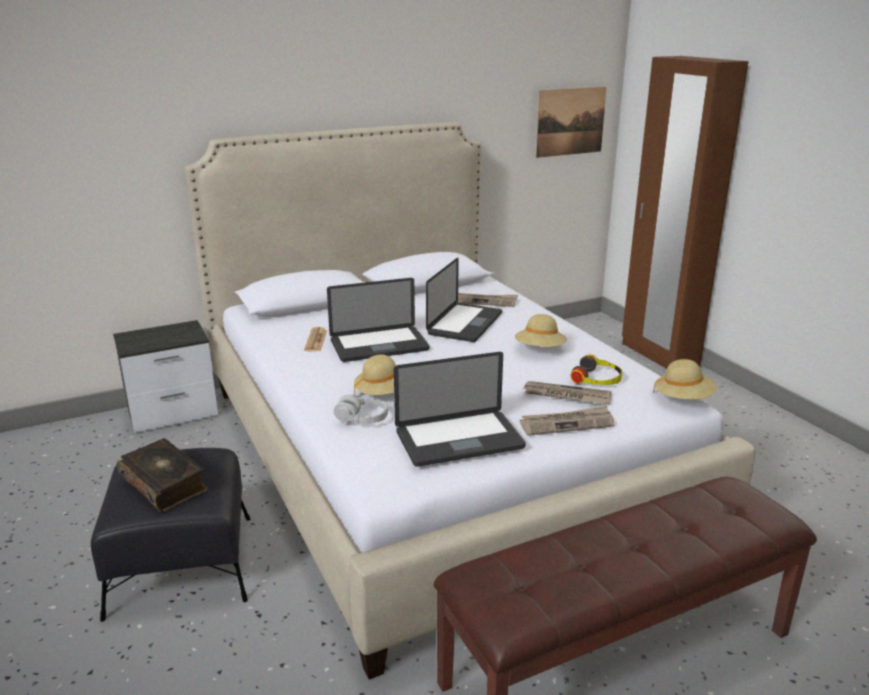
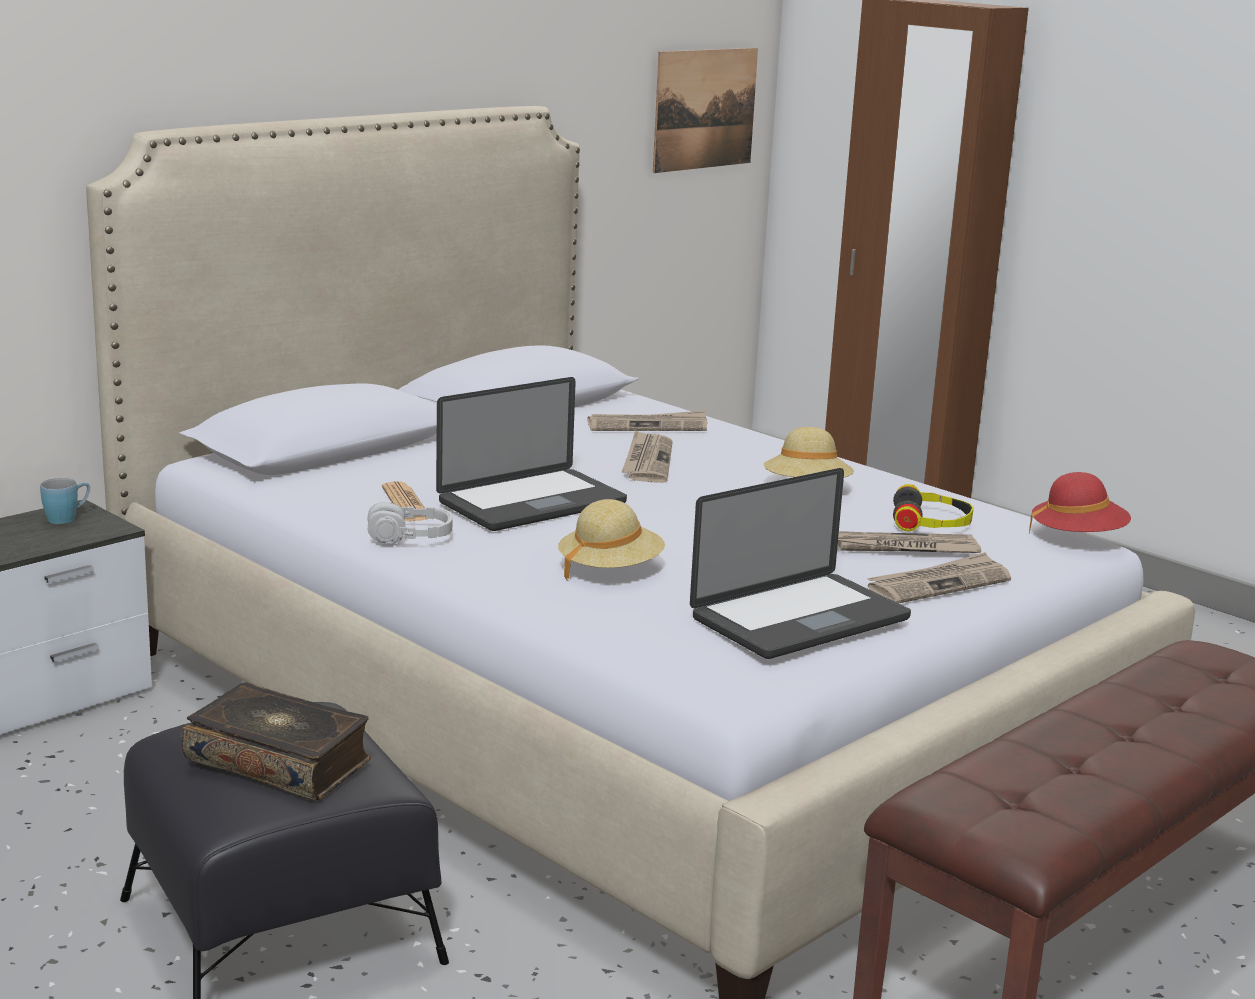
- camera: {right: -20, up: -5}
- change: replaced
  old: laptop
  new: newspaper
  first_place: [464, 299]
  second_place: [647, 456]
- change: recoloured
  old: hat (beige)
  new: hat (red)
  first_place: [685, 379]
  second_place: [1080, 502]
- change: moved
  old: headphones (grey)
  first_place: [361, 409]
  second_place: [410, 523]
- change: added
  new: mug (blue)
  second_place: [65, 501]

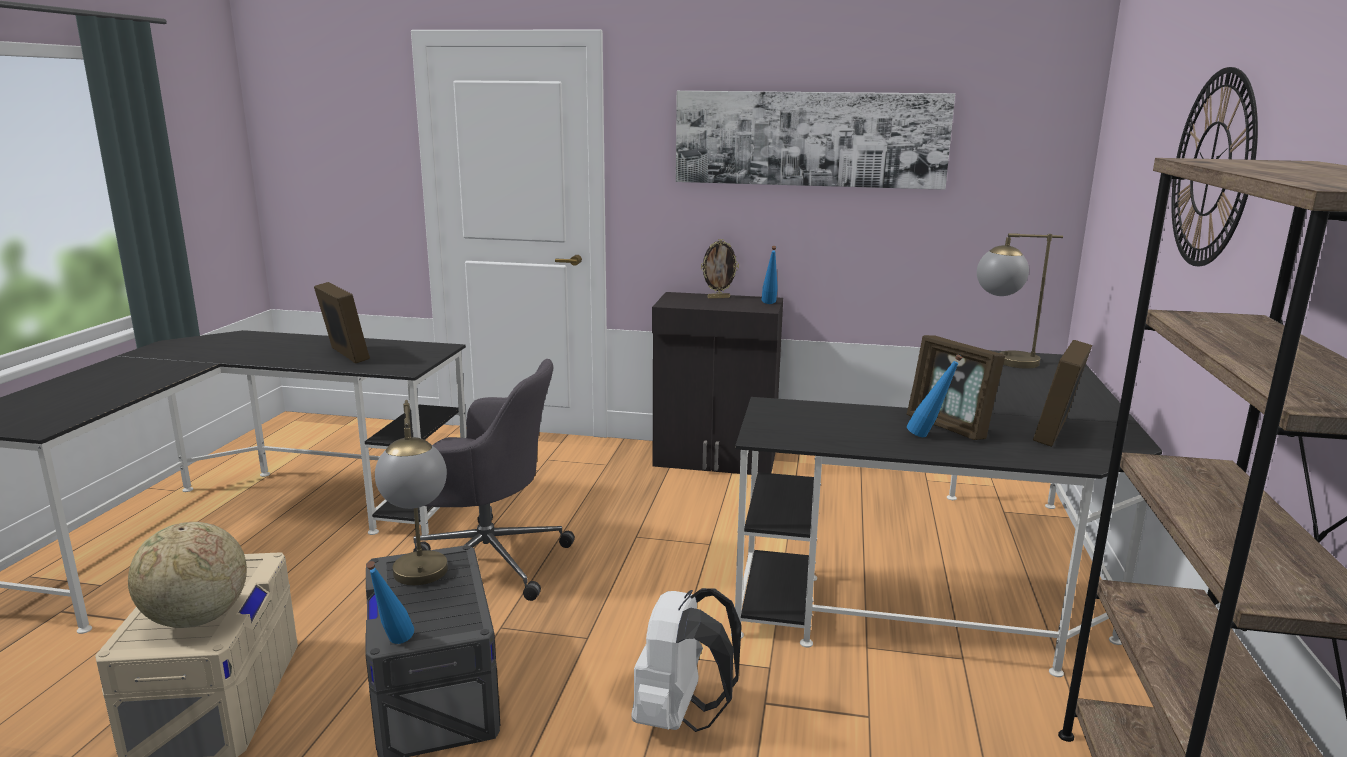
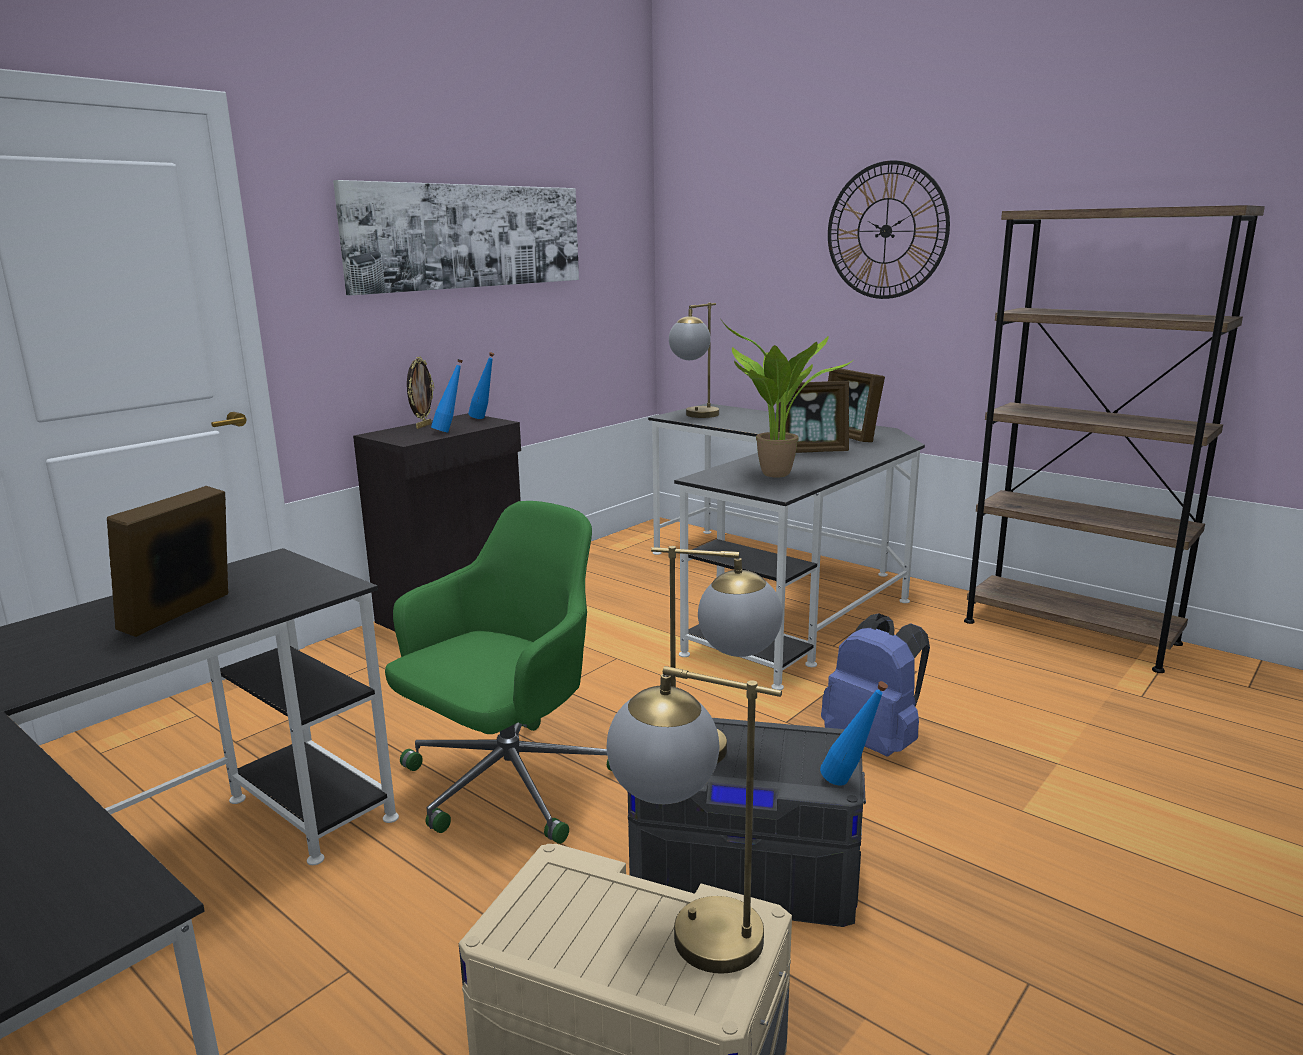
- camera: {right: -60, up: 0}
- change: turned
  old: picture frame
  first_place: [342, 323]
  second_place: [167, 561]
  degrees: -60
- change: moved
  old: bottle (blue)
  first_place: [935, 395]
  second_place: [447, 395]
- change: recoloured
  old: office chair (grey)
  new: office chair (green)
  first_place: [494, 480]
  second_place: [498, 672]
- change: replaced
  old: globe
  new: table lamp
  first_place: [187, 575]
  second_place: [694, 819]
- change: recoloured
  old: backpack (white)
  new: backpack (blue)
  first_place: [686, 660]
  second_place: [875, 684]
- change: added
  new: potted plant
  second_place: [786, 397]

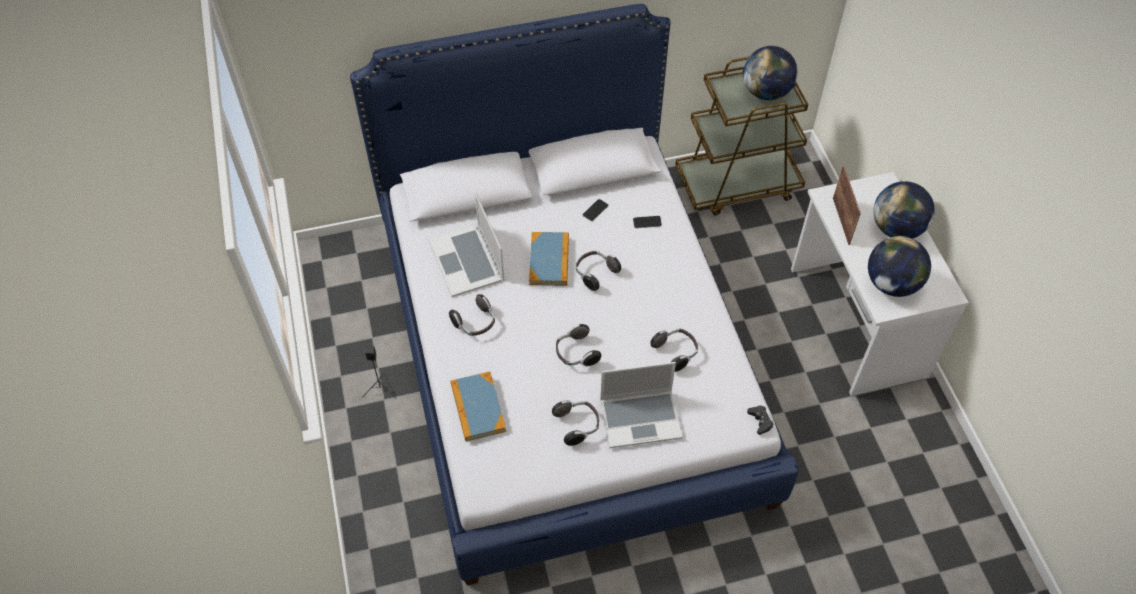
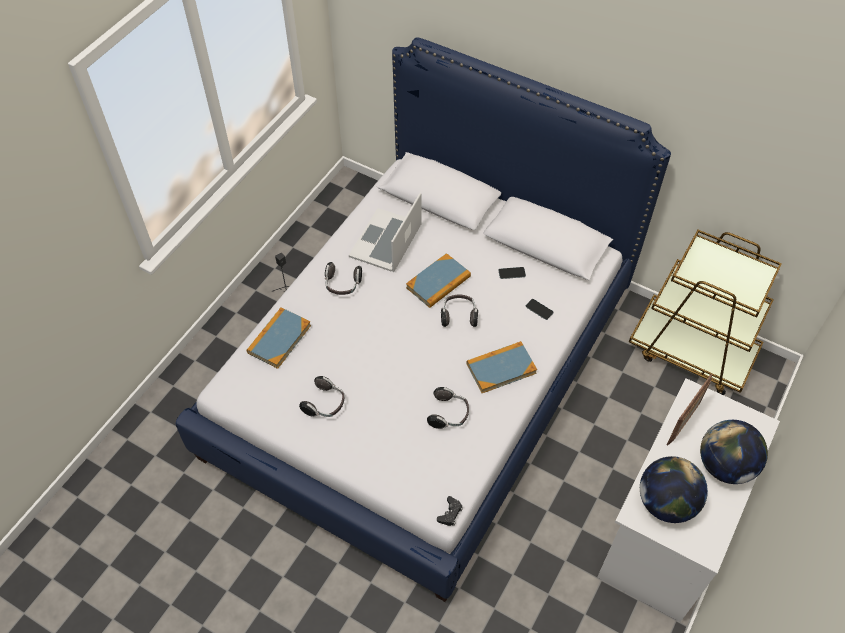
- camera: {right: 45, up: 0}
- change: removed
  old: globe
  first_place: [770, 73]
- change: removed
  old: headphones
  first_place: [578, 345]
- change: removed
  old: laptop
  first_place: [641, 405]
- change: added
  new: book
  second_place: [501, 367]

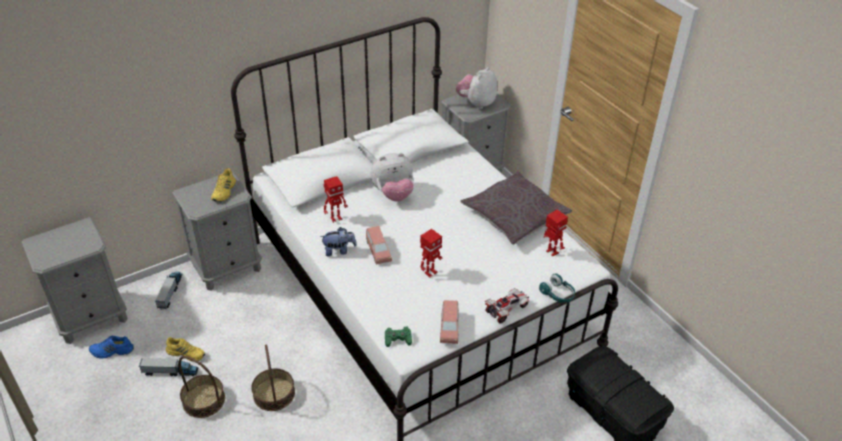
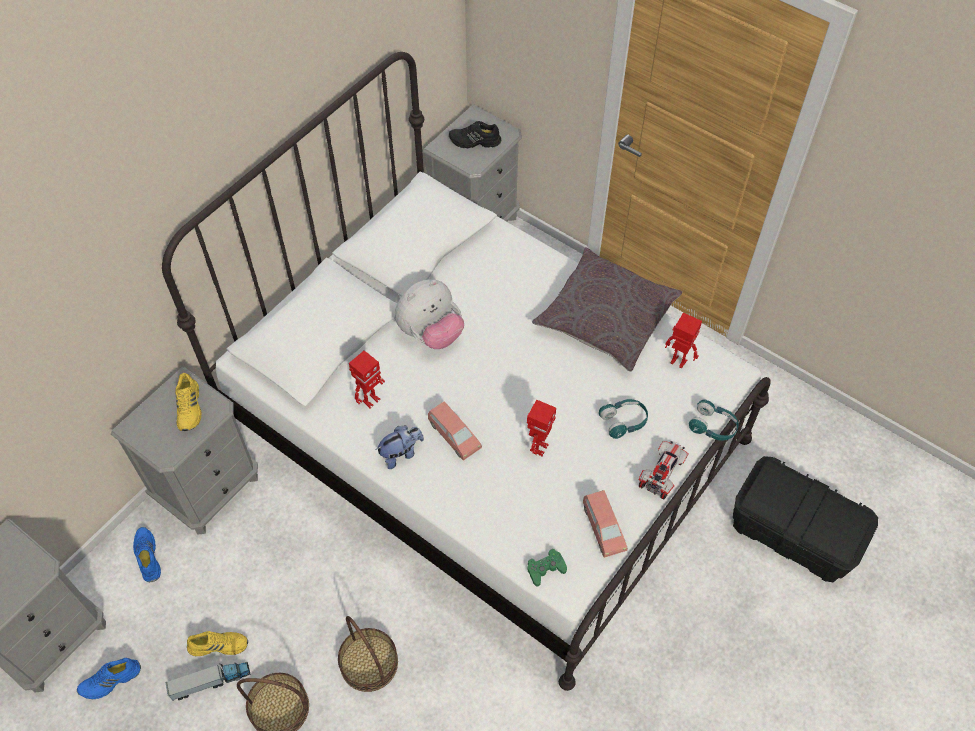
- camera: {right: -20, up: 15}
- change: replaced
  old: plush toy
  new: shoe (black)
  first_place: [477, 88]
  second_place: [475, 134]
- change: replaced
  old: toy truck
  new: shoe (blue)
  first_place: [168, 291]
  second_place: [147, 554]
- change: added
  new: headphones (turquoise)
  second_place: [623, 419]

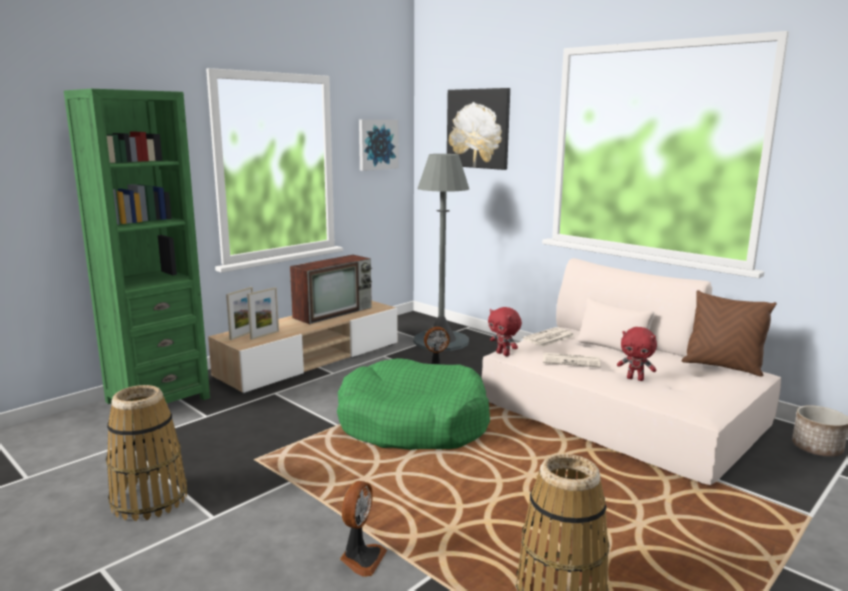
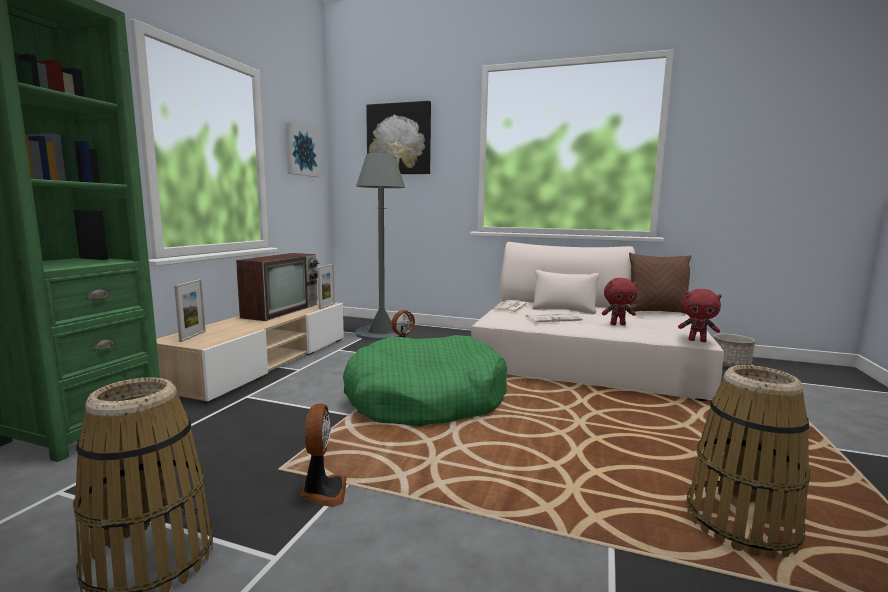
- camera: {right: -25, up: -5}
- change: moved
  old: picture frame
  first_place: [263, 313]
  second_place: [326, 286]
- change: moved
  old: plush toy (red)
  first_place: [505, 331]
  second_place: [700, 315]
- change: moved
  old: fan
  first_place: [363, 529]
  second_place: [323, 455]

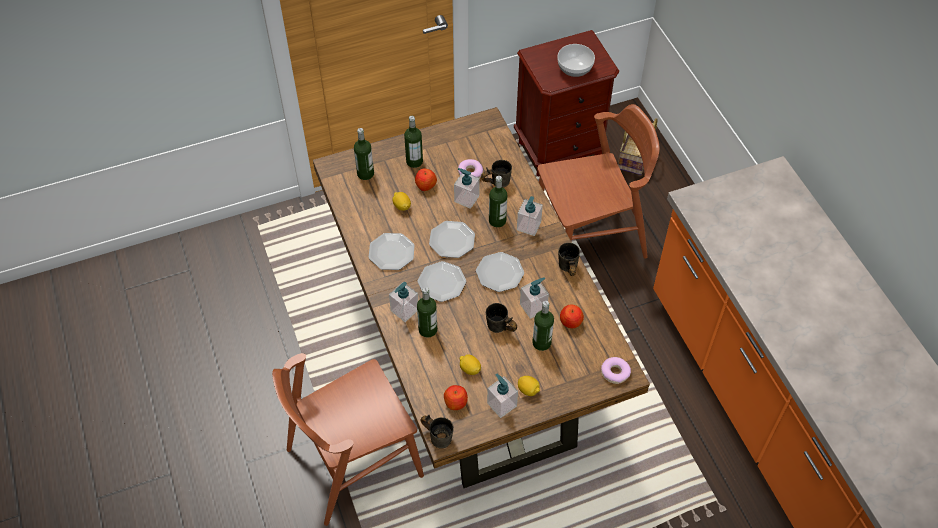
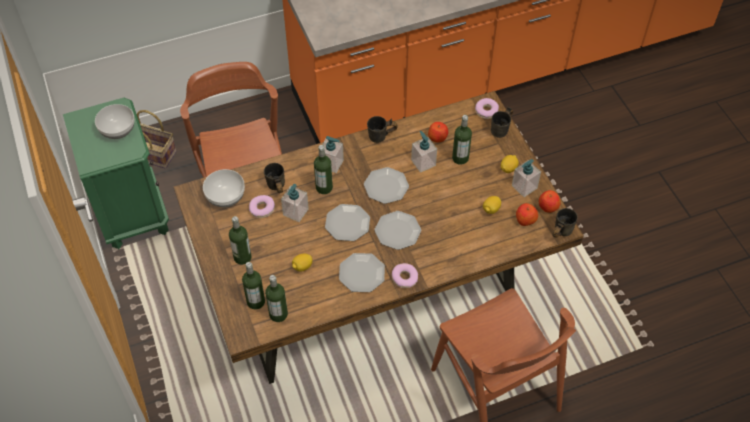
- camera: {right: -90, up: 0}
- change: recoloured
  old: nightstand (brown)
  new: nightstand (green)
  first_place: [566, 103]
  second_place: [116, 173]
- change: moved
  old: apple
  first_place: [426, 180]
  second_place: [550, 201]
- change: removed
  old: soap dispenser
  first_place: [403, 302]
- change: moved
  old: bottle
  first_place: [427, 312]
  second_place: [276, 298]
- change: moved
  old: mug (grey)
  first_place: [501, 318]
  second_place: [502, 122]
- change: added
  new: bowl
  second_place: [224, 188]
- change: added
  new: donut
  second_place: [405, 275]

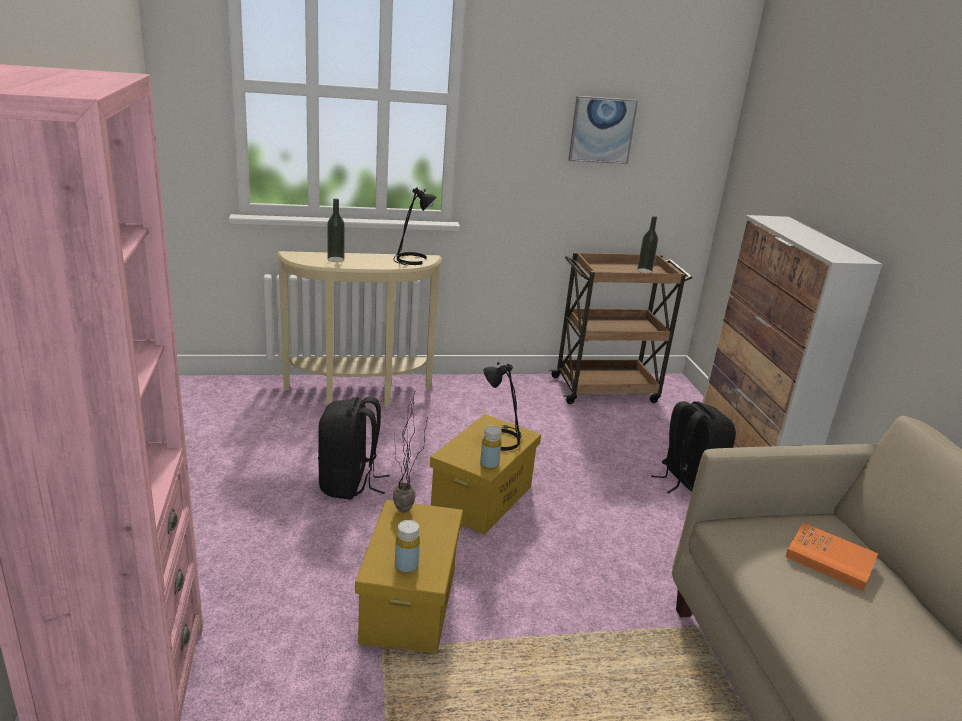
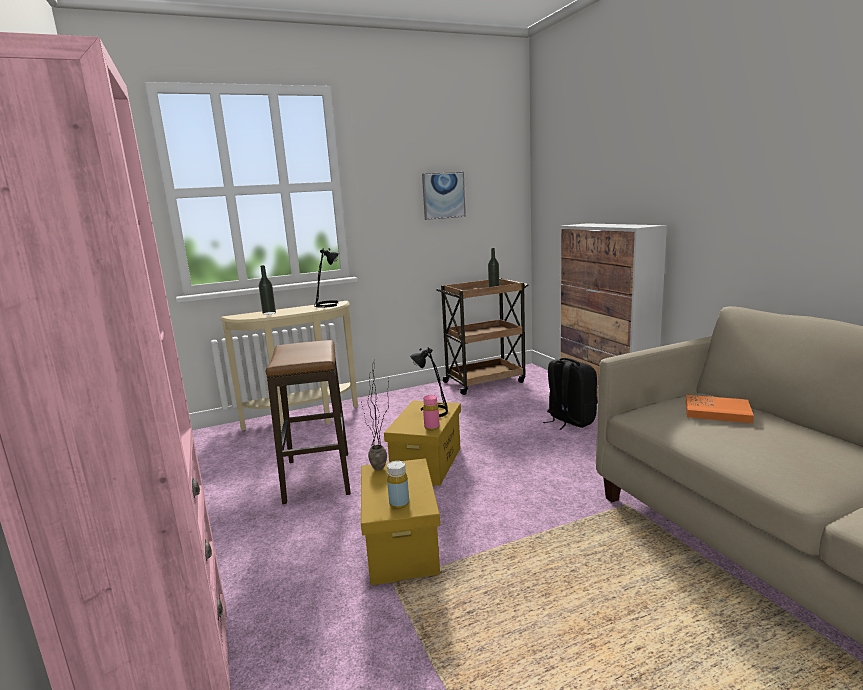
- camera: {right: -10, up: -10}
- change: replaced
  old: backpack (black)
  new: stool
  first_place: [354, 448]
  second_place: [308, 422]
- change: recoloured
  old: bottle (yellow)
  new: bottle (pink)
  first_place: [491, 448]
  second_place: [431, 413]

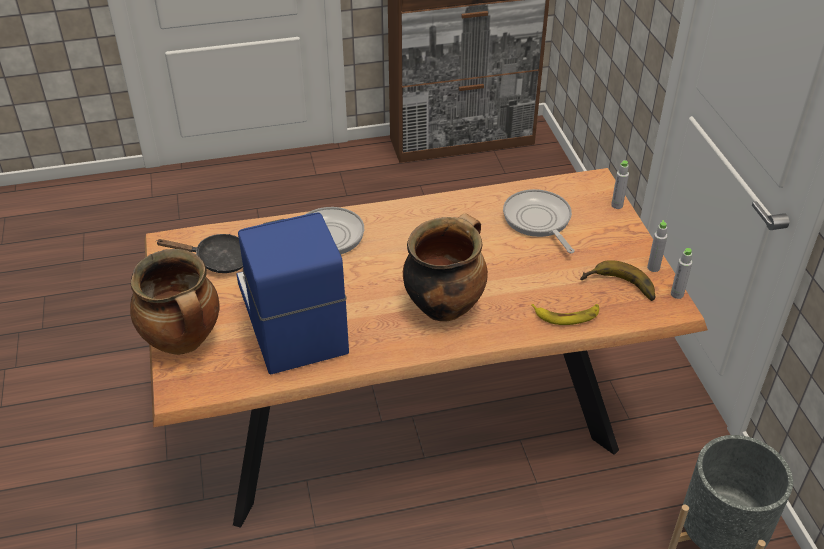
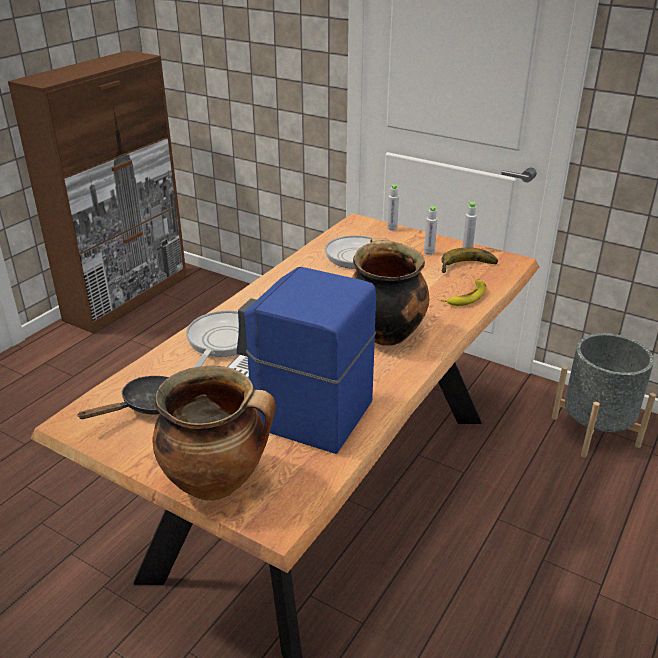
- camera: {right: -45, up: -10}
- change: moved
  old: bottle (grey)
  first_place: [681, 273]
  second_place: [430, 230]

